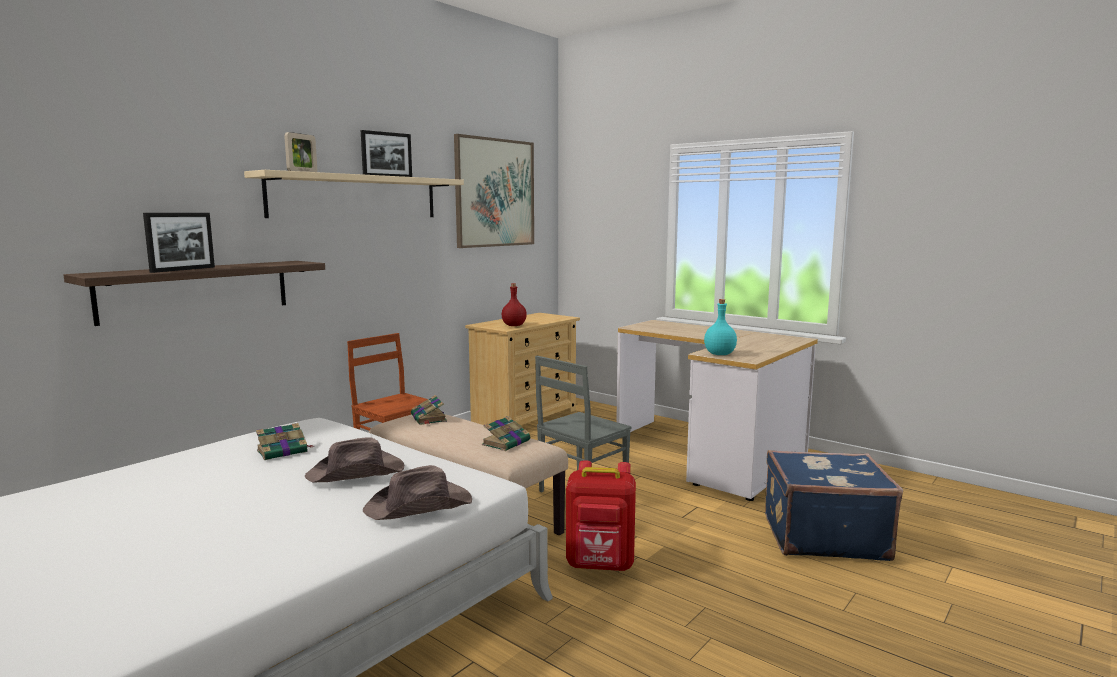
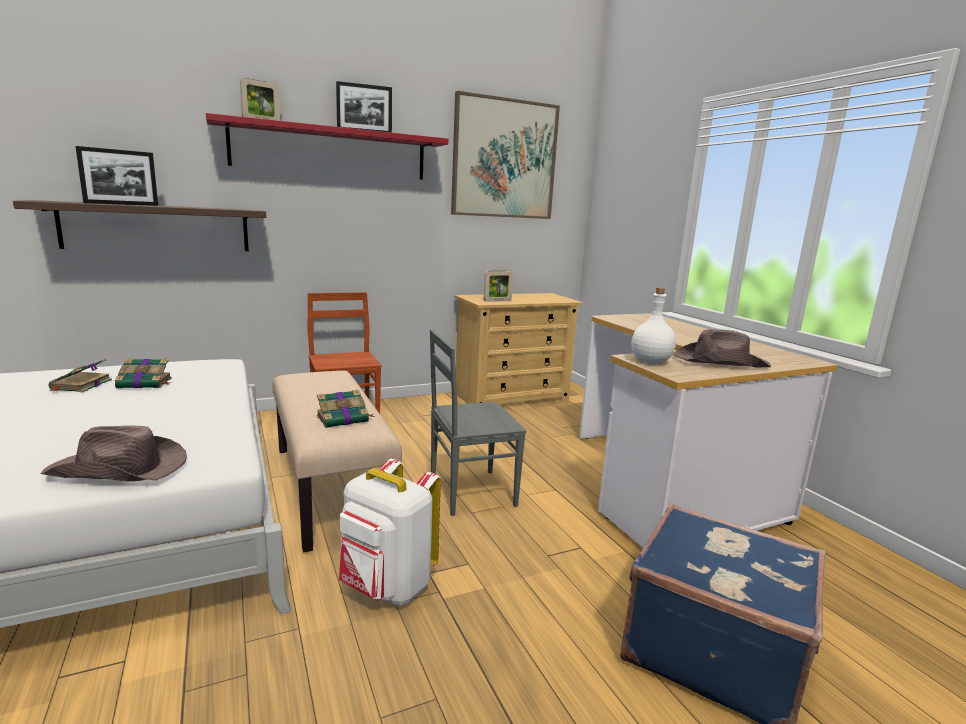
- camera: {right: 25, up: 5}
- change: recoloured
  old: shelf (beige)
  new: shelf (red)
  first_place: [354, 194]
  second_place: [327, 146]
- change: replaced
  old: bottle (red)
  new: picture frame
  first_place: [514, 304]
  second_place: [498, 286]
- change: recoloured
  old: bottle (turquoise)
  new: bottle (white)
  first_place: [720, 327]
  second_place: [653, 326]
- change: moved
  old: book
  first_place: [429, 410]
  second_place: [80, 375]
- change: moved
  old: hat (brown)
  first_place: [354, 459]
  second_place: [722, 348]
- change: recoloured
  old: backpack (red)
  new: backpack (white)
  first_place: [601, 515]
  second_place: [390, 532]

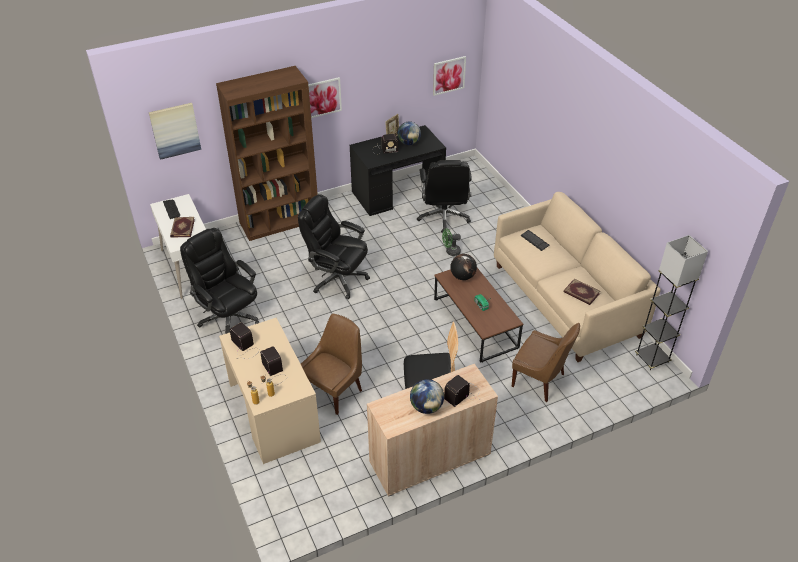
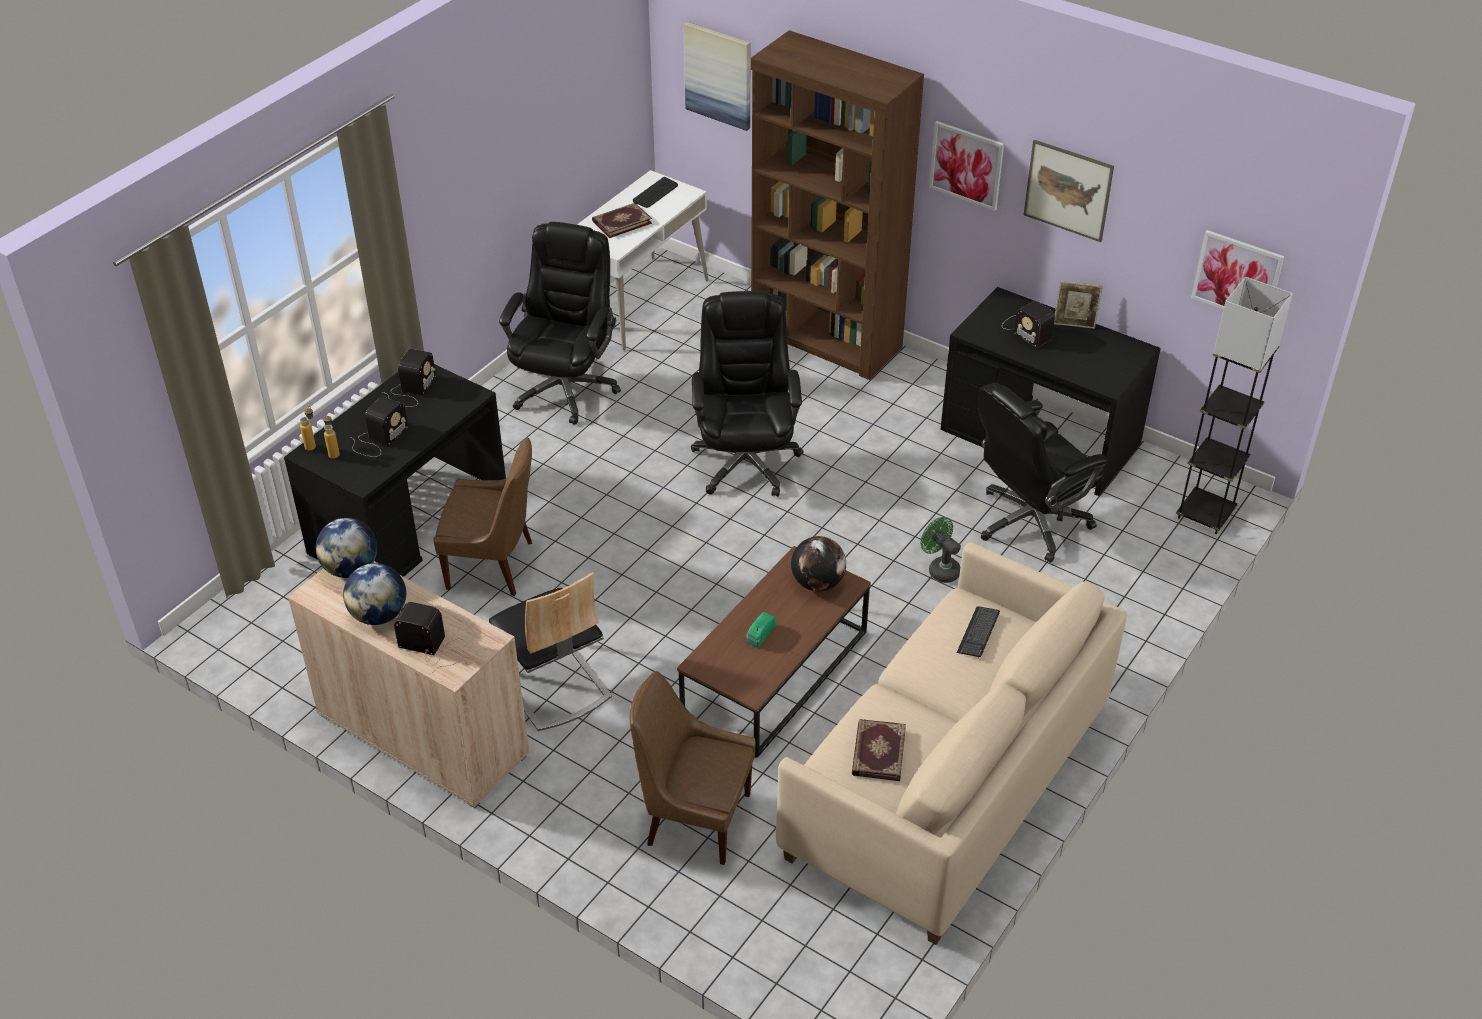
- camera: {right: 60, up: 0}
- change: moved
  old: globe
  first_place: [409, 133]
  second_place: [346, 548]
- change: moved
  old: floor lamp (grey)
  first_place: [671, 302]
  second_place: [1234, 405]
- change: recoloured
  old: desk (beige)
  new: desk (black)
  first_place: [270, 391]
  second_place: [395, 470]
- change: turned
  old: chair (brown)
  first_place: [546, 362]
  second_place: [692, 768]
  degrees: 105
- change: added
  new: picture
  second_place: [1069, 191]

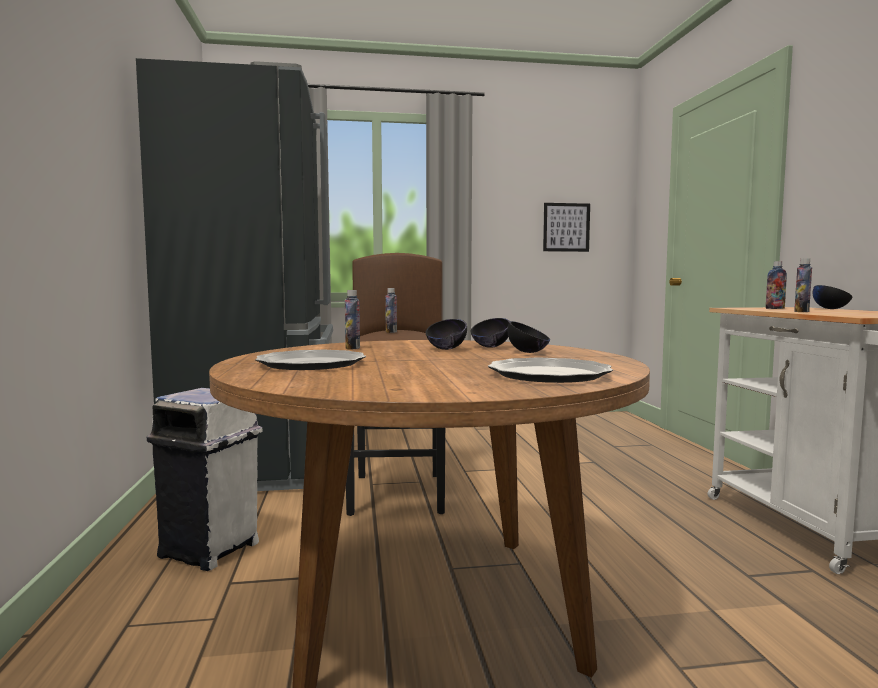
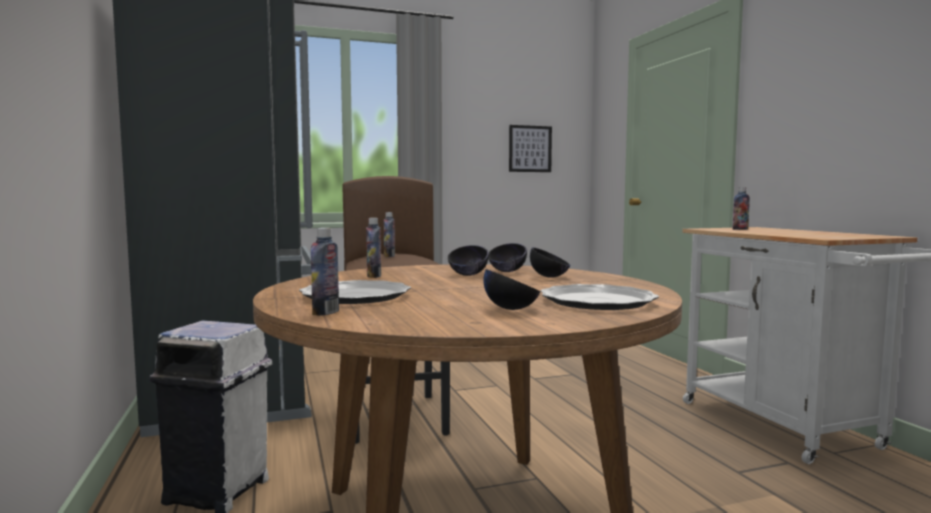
- camera: {right: -10, up: 0}
- change: moved
  old: bottle
  first_place: [803, 285]
  second_place: [325, 272]
- change: moved
  old: bowl (black)
  first_place: [832, 297]
  second_place: [511, 289]

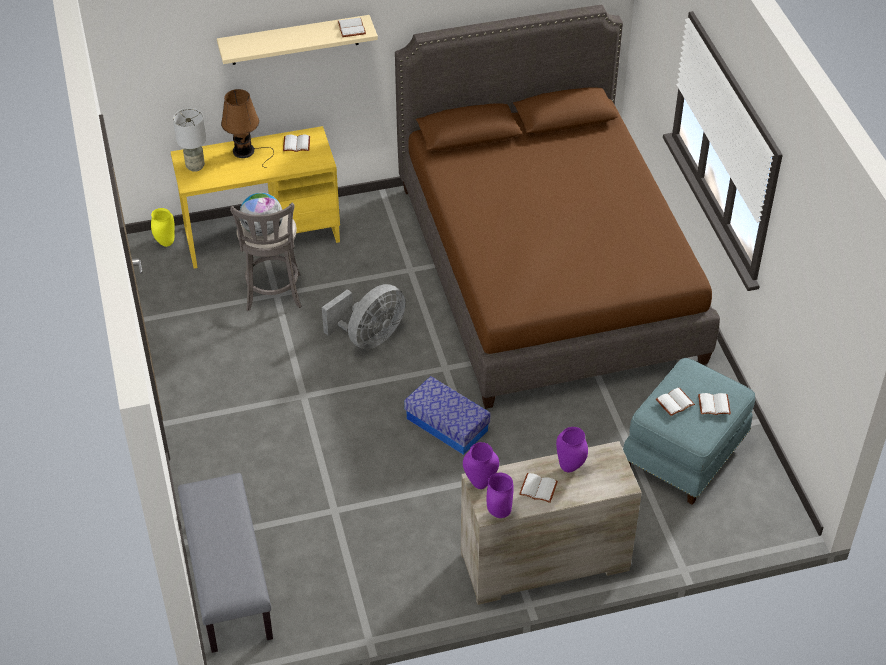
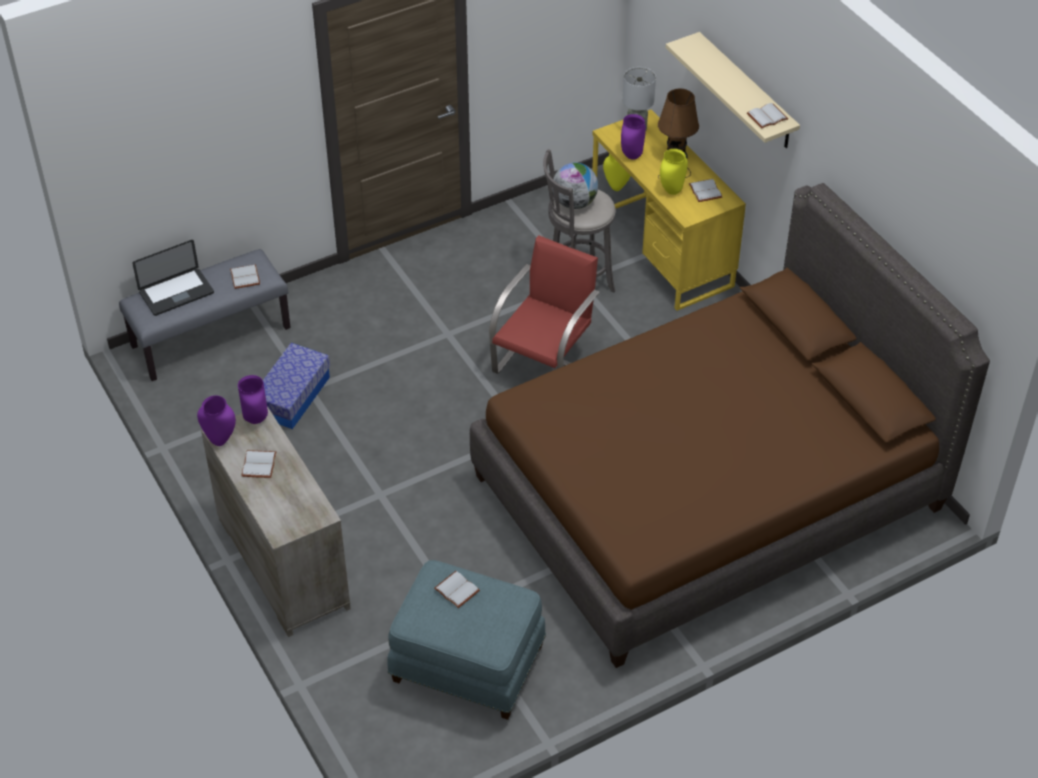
- camera: {right: 75, up: 0}
- change: replaced
  old: fan (grey)
  new: chair (red)
  first_place: [364, 317]
  second_place: [544, 304]
- change: moved
  old: storage box
  first_place: [447, 415]
  second_place: [296, 386]
- change: moved
  old: book (white)
  first_place: [714, 404]
  second_place: [245, 276]
- change: moved
  old: vase (purple)
  first_place: [572, 450]
  second_place: [633, 137]
- change: added
  new: vase (yellow)
  second_place: [674, 172]
- change: added
  new: laptop
  second_place: [173, 278]

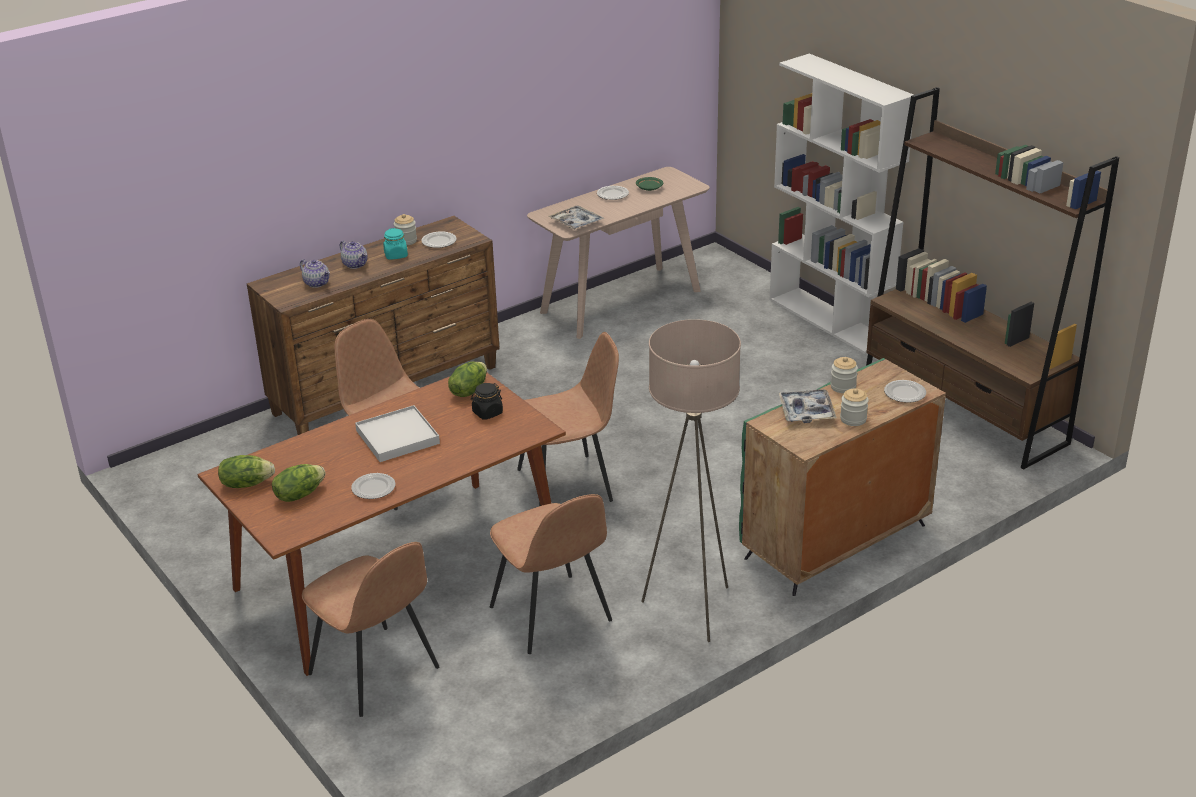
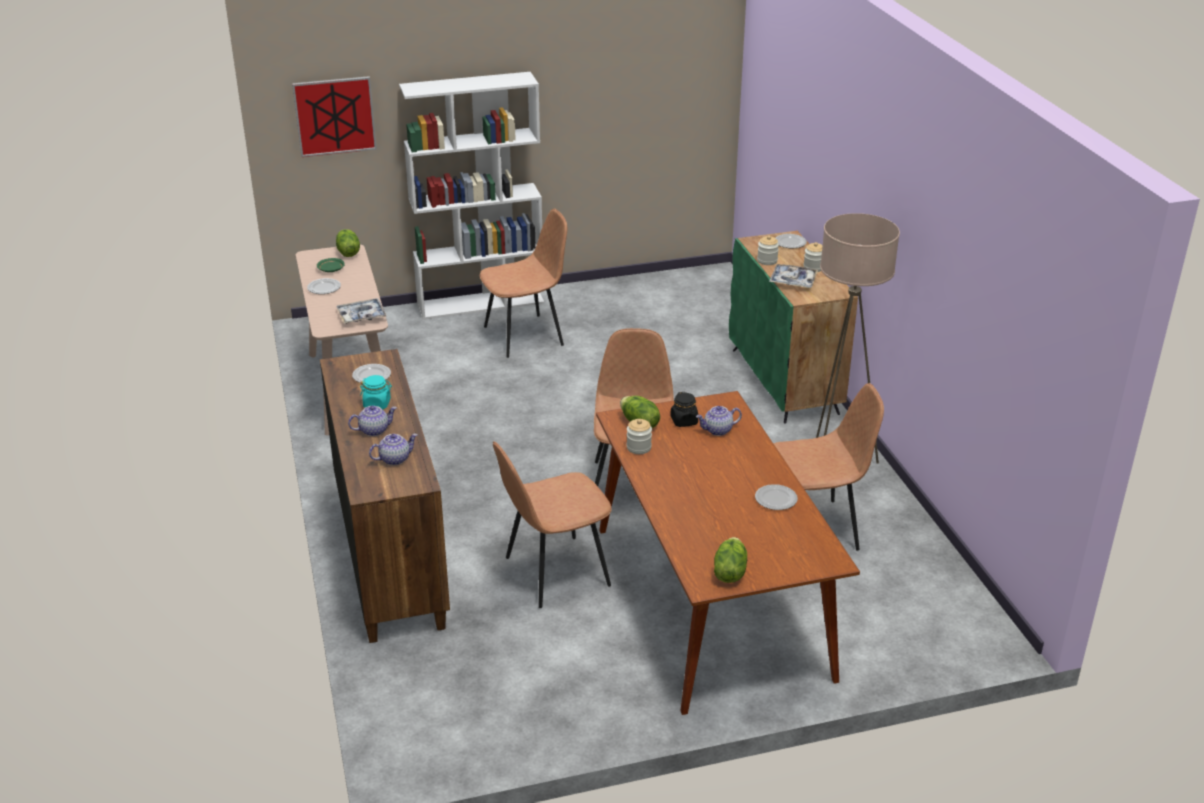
- camera: {right: -70, up: 0}
- change: removed
  old: bookcase (brown)
  first_place: [992, 278]
- change: moved
  old: jar
  first_place: [405, 229]
  second_place: [639, 436]
- change: removed
  old: tray (white)
  first_place: [397, 433]
- change: moved
  old: lettuce
  first_place: [299, 483]
  second_place: [348, 243]
- change: moved
  old: chair (brown)
  first_place: [370, 629]
  second_place: [523, 283]
- change: added
  new: picture
  second_place: [334, 116]
- change: added
  new: teapot
  second_place: [719, 421]

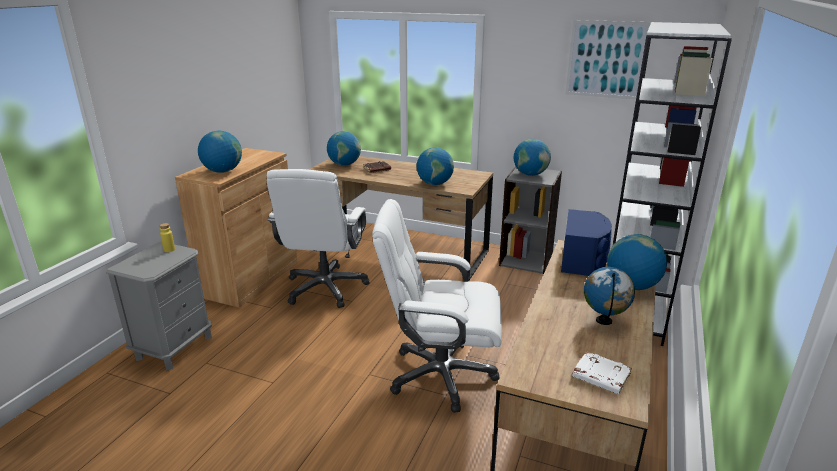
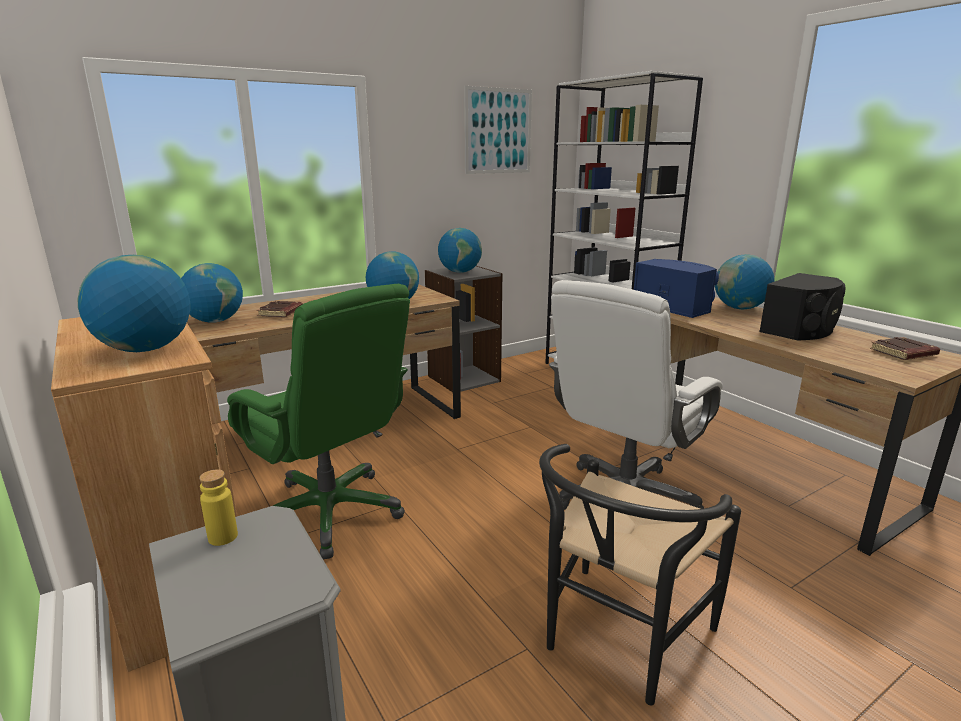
- camera: {right: -55, up: -5}
- change: recoloured
  old: office chair (white)
  new: office chair (green)
  first_place: [318, 238]
  second_place: [318, 421]
- change: replaced
  old: globe
  new: speaker (black)
  first_place: [609, 296]
  second_place: [802, 306]
- change: recoloured
  old: book (white)
  new: book (brown)
  first_place: [602, 372]
  second_place: [905, 348]
- change: added
  new: chair (black)
  second_place: [640, 575]

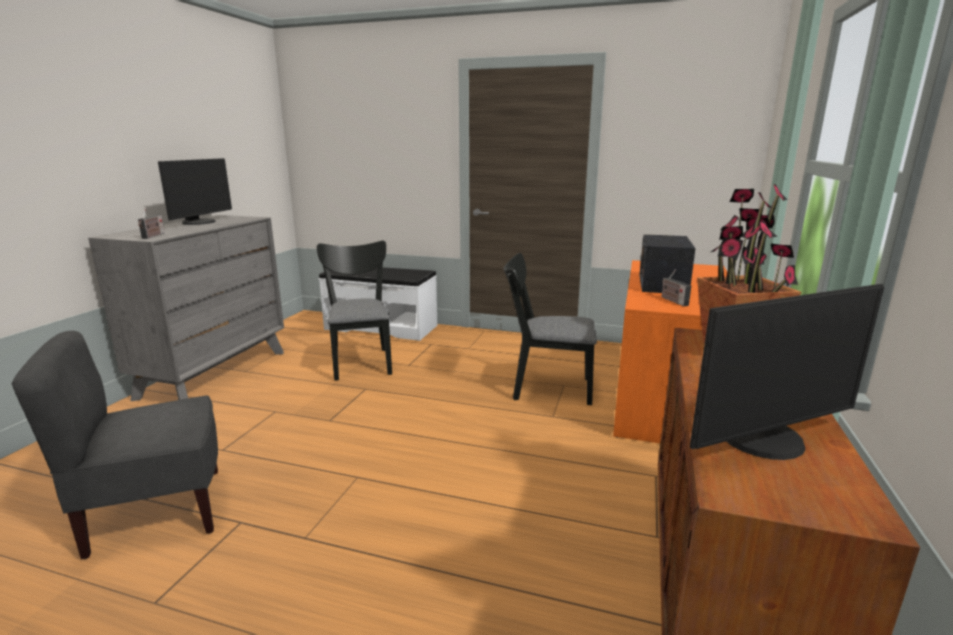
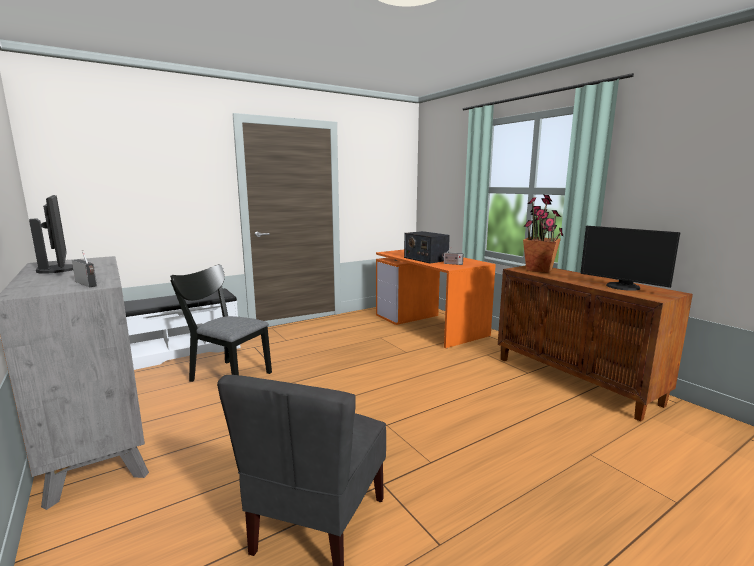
- camera: {right: -50, up: -5}
- change: removed
  old: chair (black)
  first_place: [550, 329]
- change: turned
  old: monitor
  first_place: [787, 372]
  second_place: [630, 258]
  degrees: 120

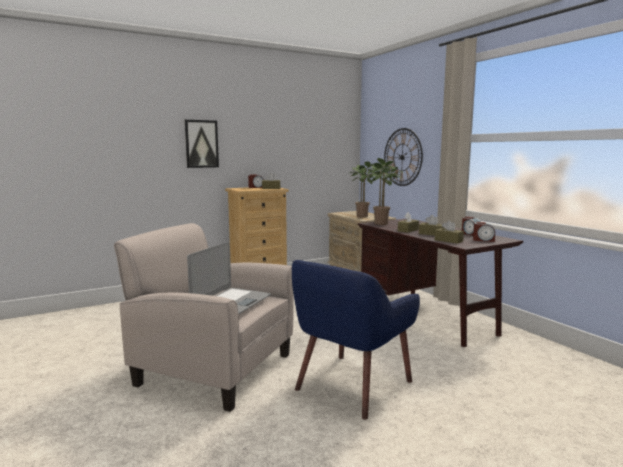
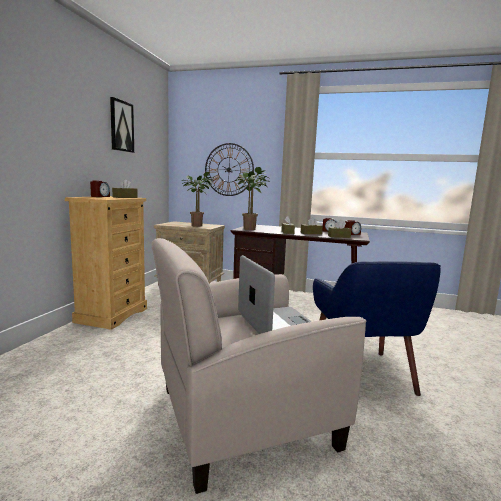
- camera: {right: -45, up: 0}
- change: moved
  old: picture
  first_place: [202, 144]
  second_place: [122, 125]

